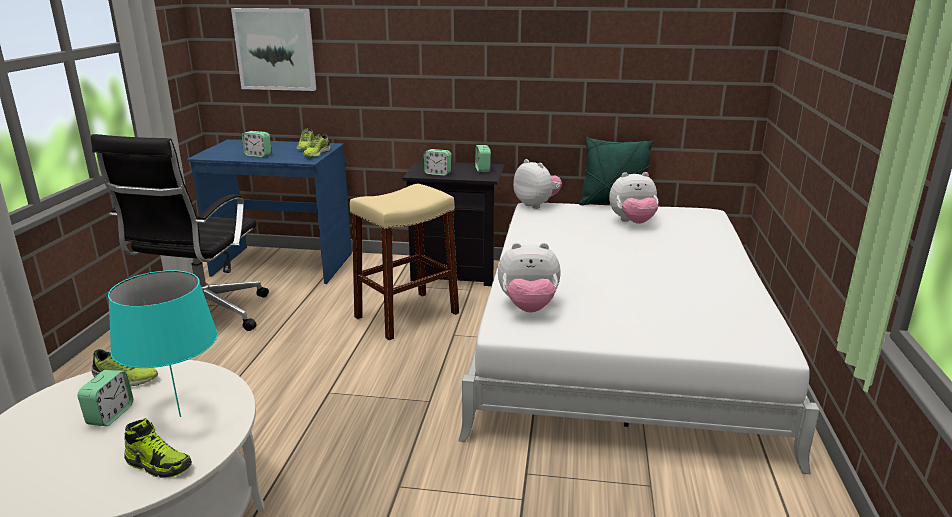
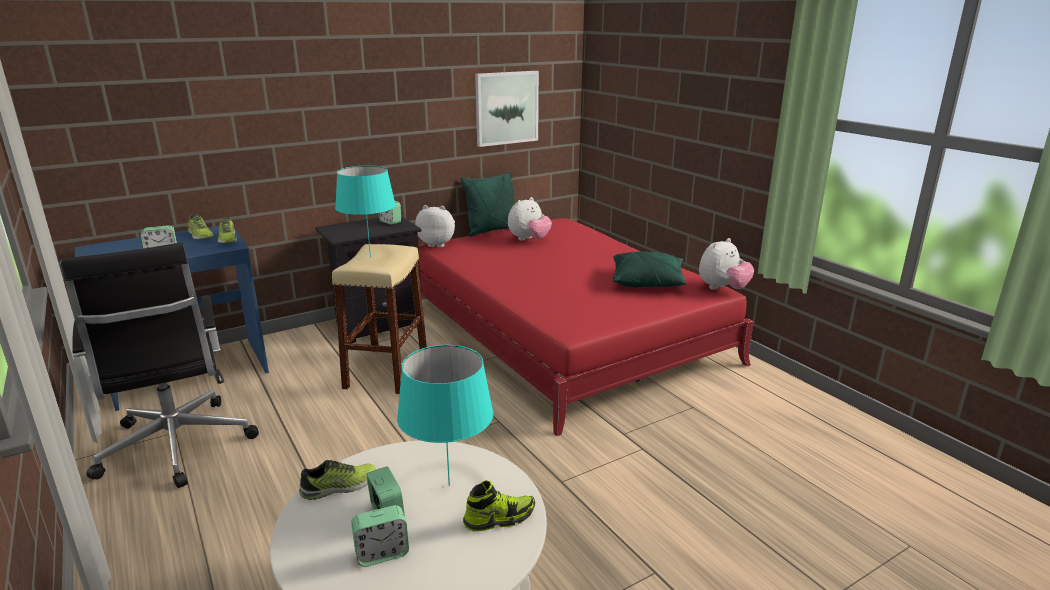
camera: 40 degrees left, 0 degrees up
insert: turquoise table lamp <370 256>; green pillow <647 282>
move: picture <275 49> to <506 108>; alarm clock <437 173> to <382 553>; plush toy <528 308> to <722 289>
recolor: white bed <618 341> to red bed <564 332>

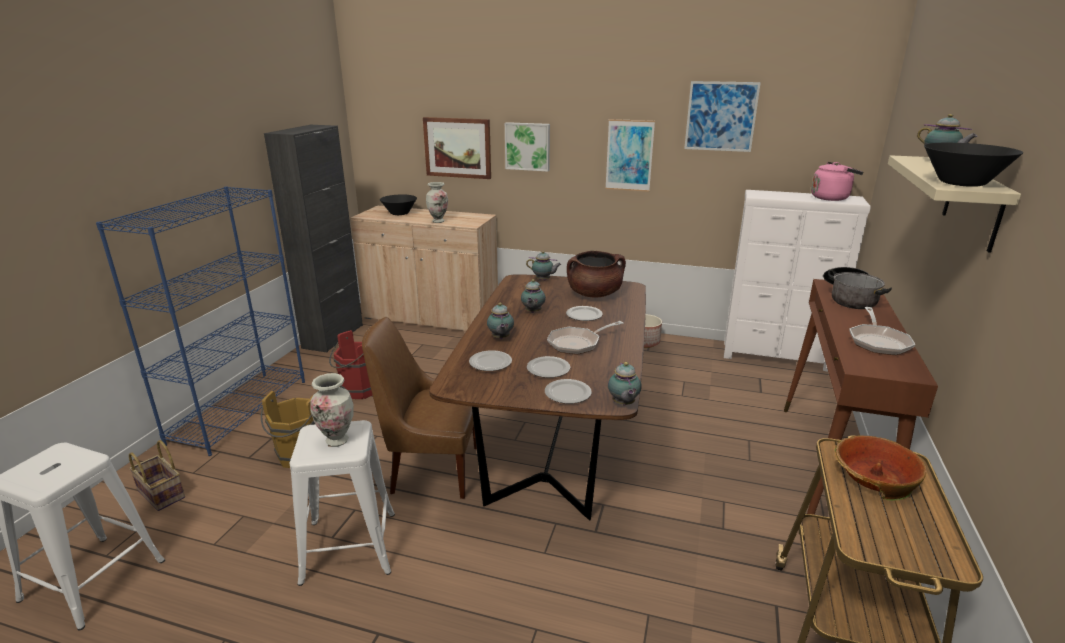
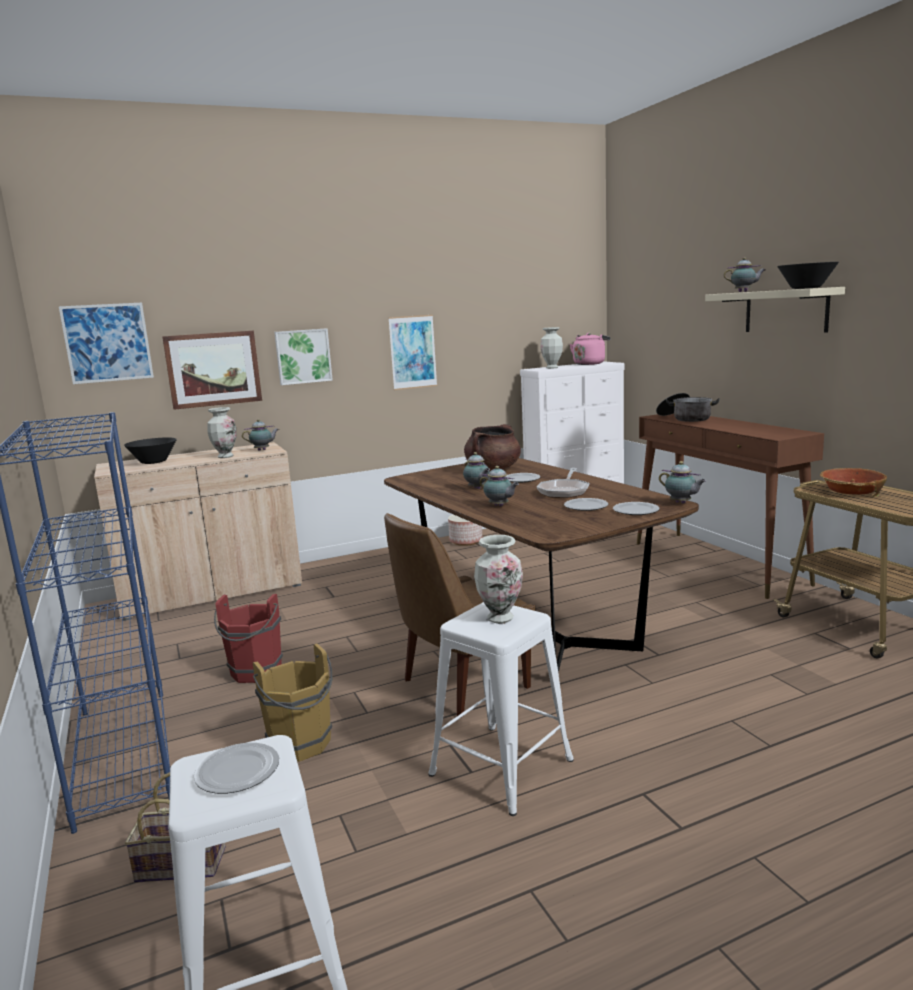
camera: 40 degrees left, 10 degrees down
delete: black cabinet <333 336>; frying pan <878 341>
insert: vase <552 368>
move: plate <491 363> to <238 771>; teapot <543 280> to <263 450>; picture <721 116> to <107 343>

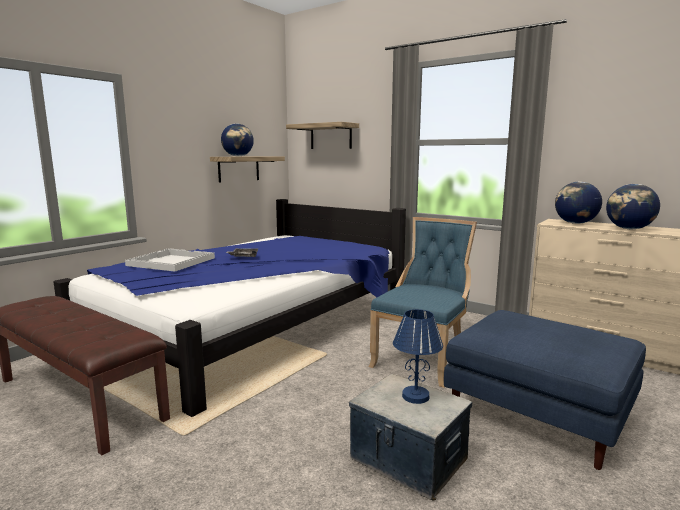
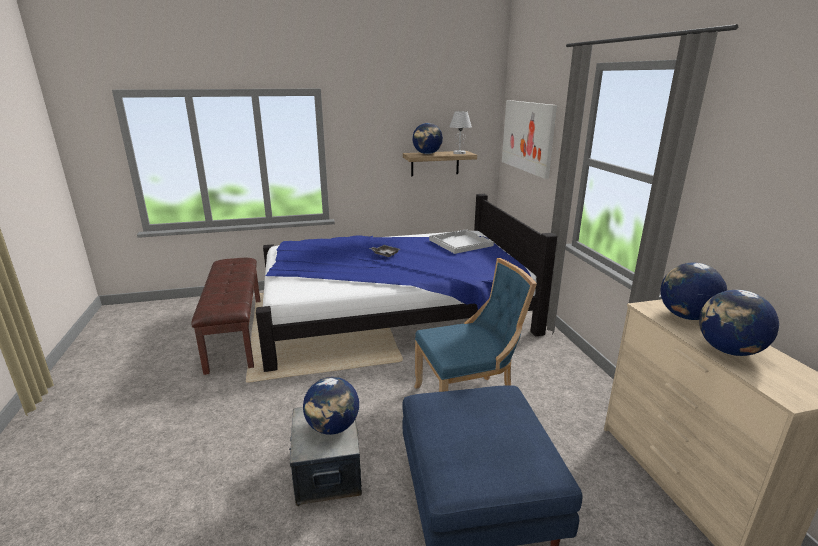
camera: 40 degrees right, 10 degrees up
insert: white table lamp <459 153>
move: white tray <170 262> to <460 243>
replace: shelf <331 136> to picture <528 136>; blue table lamp <416 396> to globe <333 427>

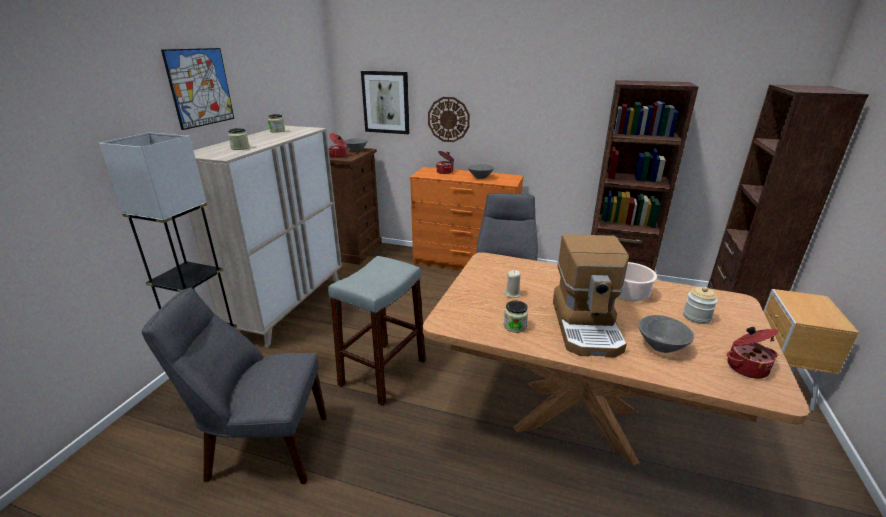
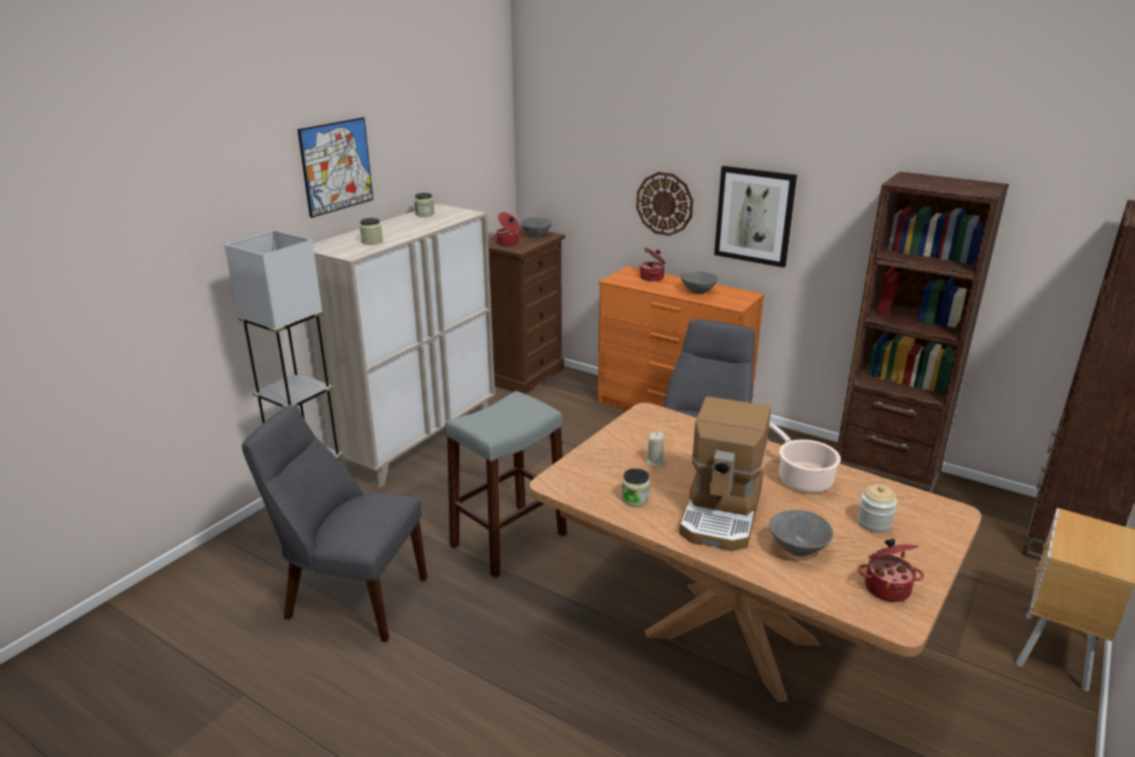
camera: 15 degrees right, 0 degrees up
move: picture <386 102> to <754 216>

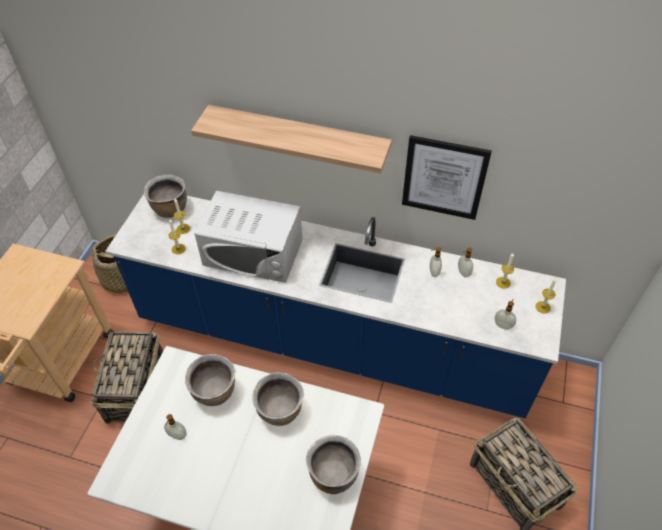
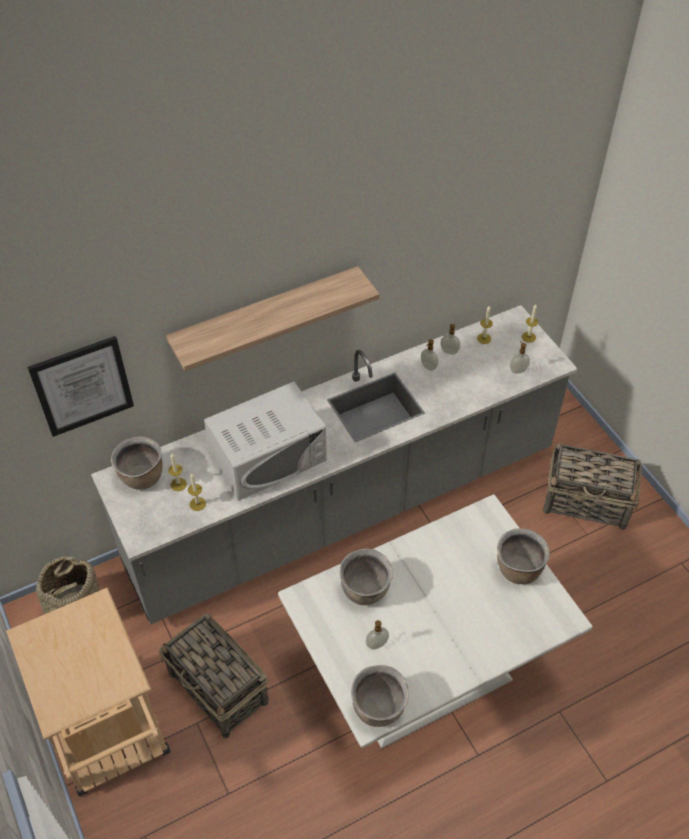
camera: 45 degrees left, 0 degrees up
move: brown cooking pot <280 411> to <379 708>; picture <444 178> to <82 386>
recolor: blue counter <331 343> to grey counter <344 508>

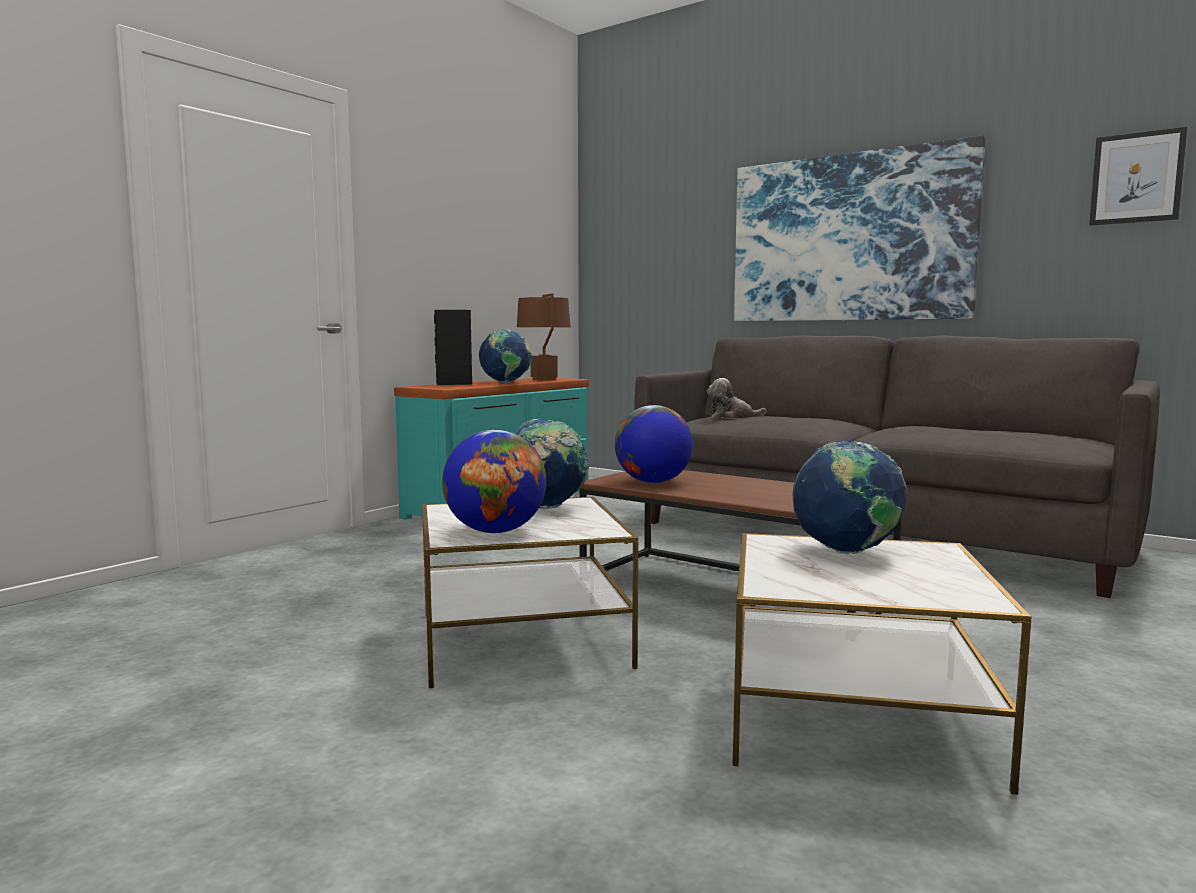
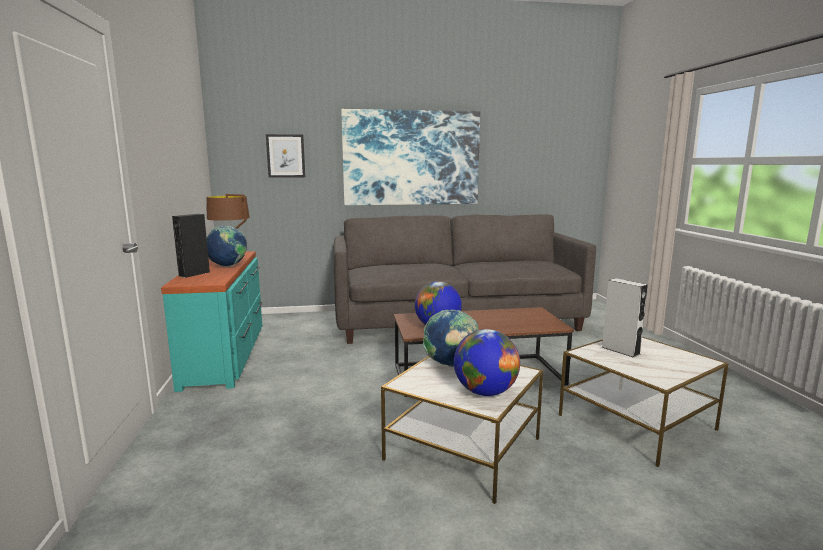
camera: 45 degrees left, 5 degrees up
delete: plush toy <732 417>
move: picture <1136 178> to <286 156>
replace: globe <847 553> to grey speaker <620 350>

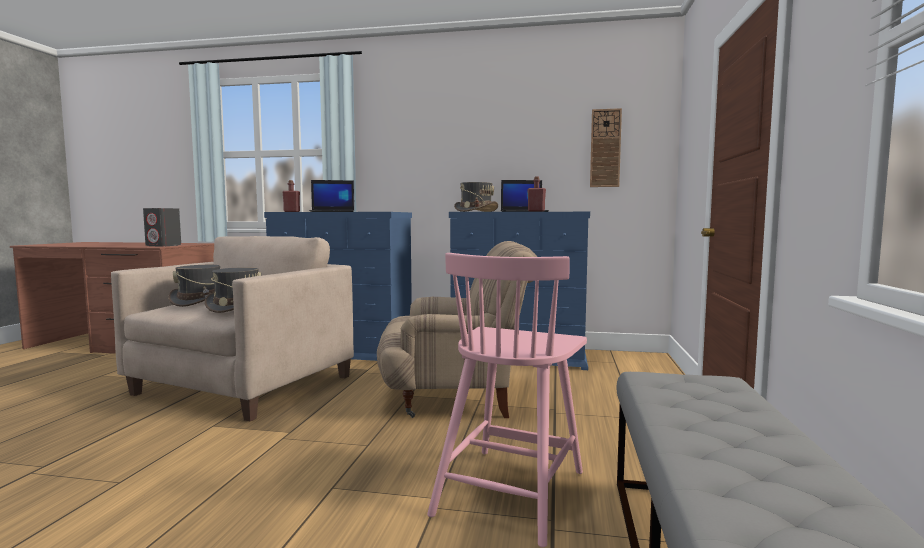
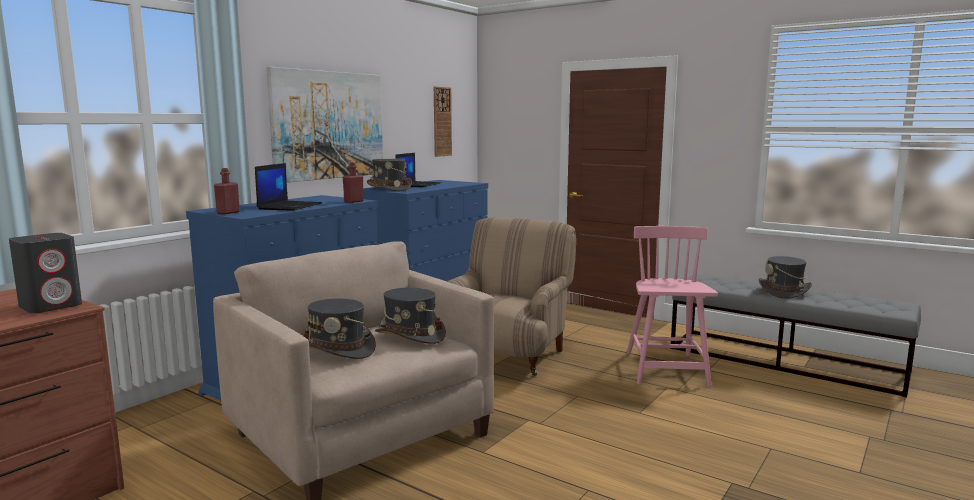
camera: 65 degrees left, 5 degrees up
insert: picture <329 125>; grey hat <784 292>
move: red bottle <536 211> to <353 201>
rotate: pink chair <511 490> = <666 370> 135 degrees counterclockwise

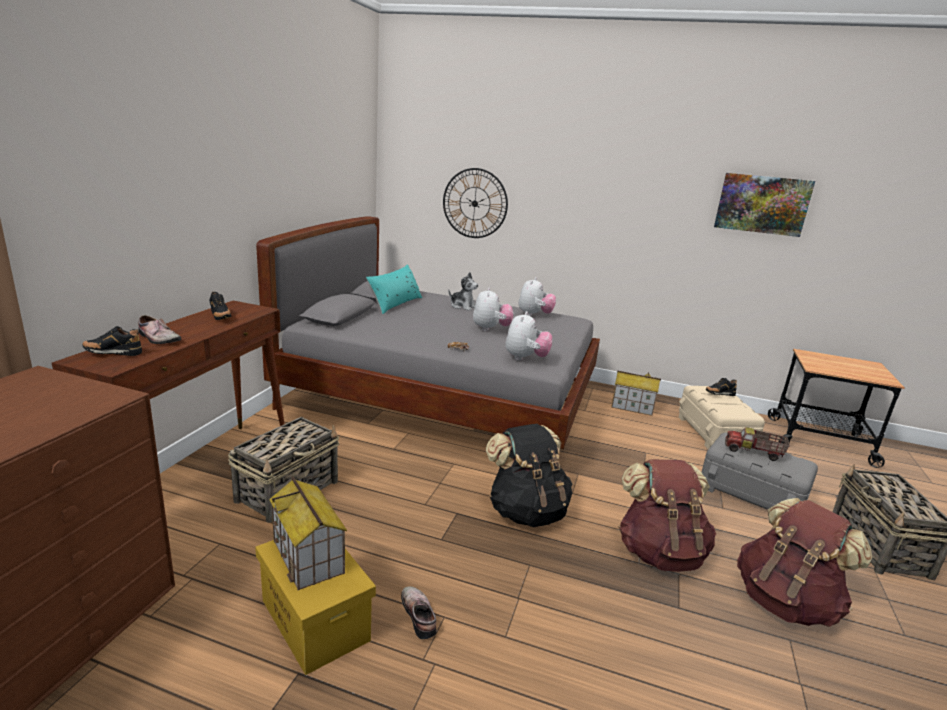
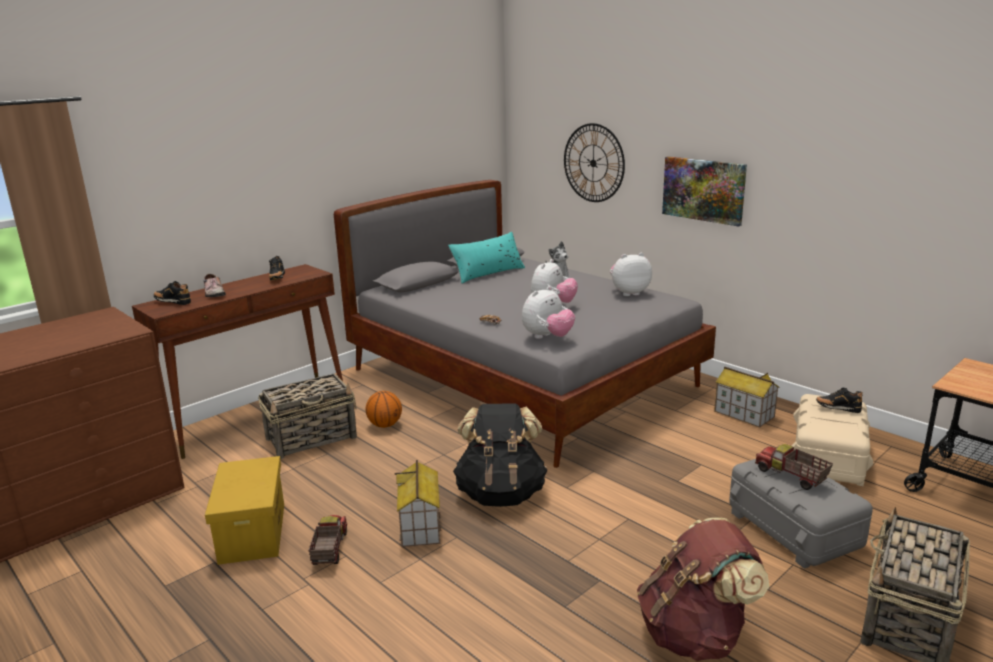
camera: 30 degrees right, 0 degrees up
delete: brown backpack <659 552>
insert: basketball <385 425>
move: toy house <309 557> to <421 526>; picture <762 204> to <703 190>
replace: shoe <420 615> to toy truck <329 549>
rotate: plush toy <534 315> = <629 293> 150 degrees counterclockwise

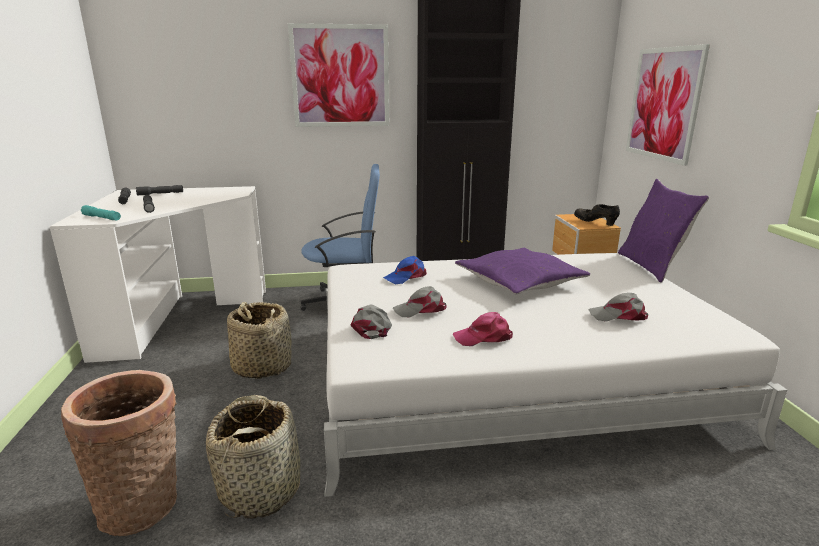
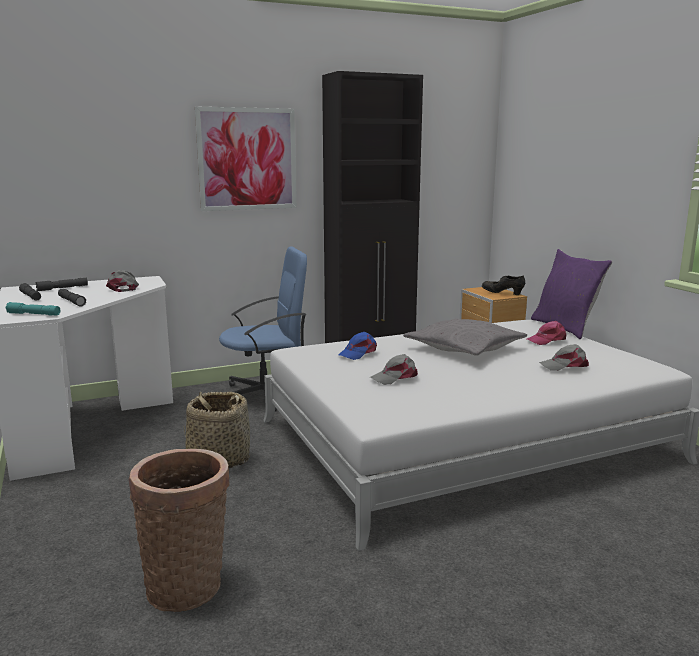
camera: 15 degrees left, 5 degrees down
delete: basket <261 489>; picture <664 104>
move: grey cap <372 327> to <123 288>; pink cap <484 337> to <547 340>
recolor: purple pillow <519 282> to grey pillow <464 348>

